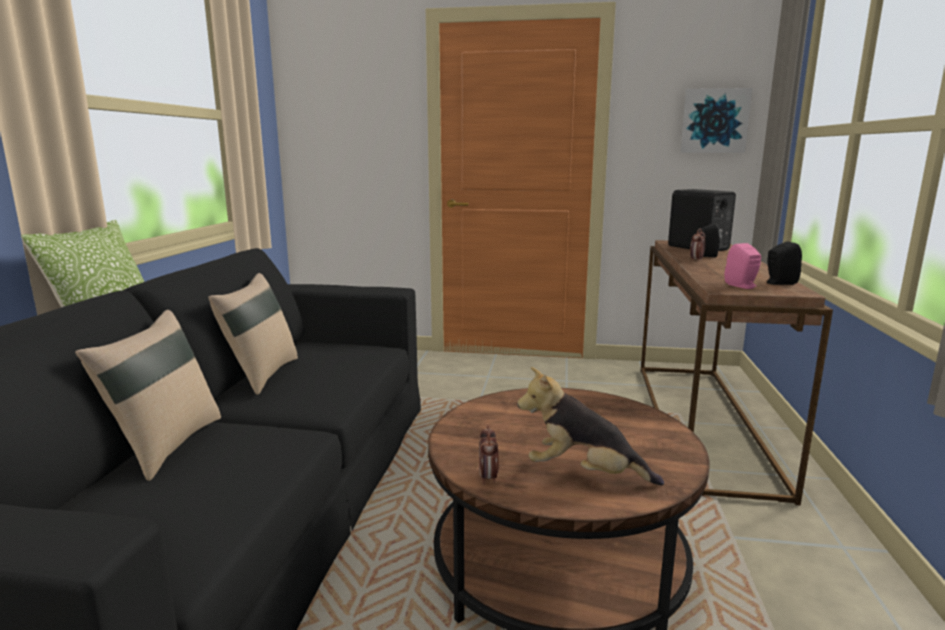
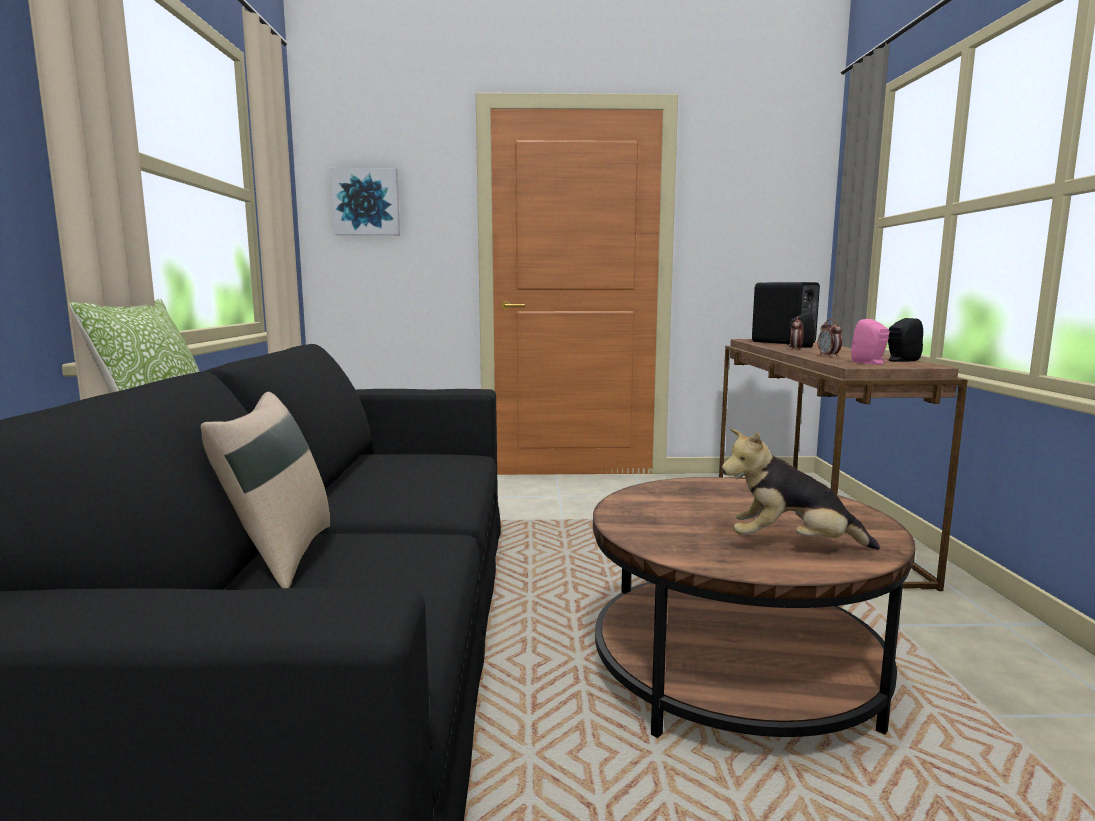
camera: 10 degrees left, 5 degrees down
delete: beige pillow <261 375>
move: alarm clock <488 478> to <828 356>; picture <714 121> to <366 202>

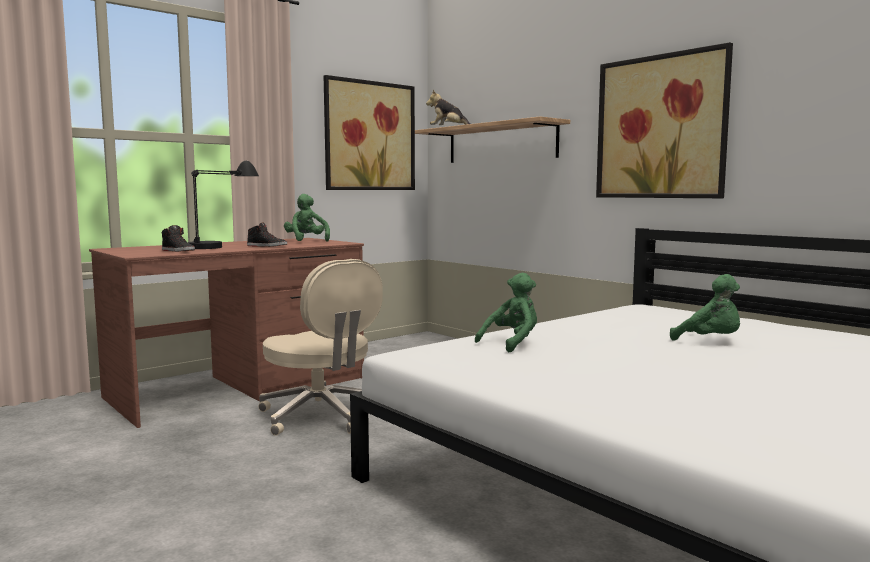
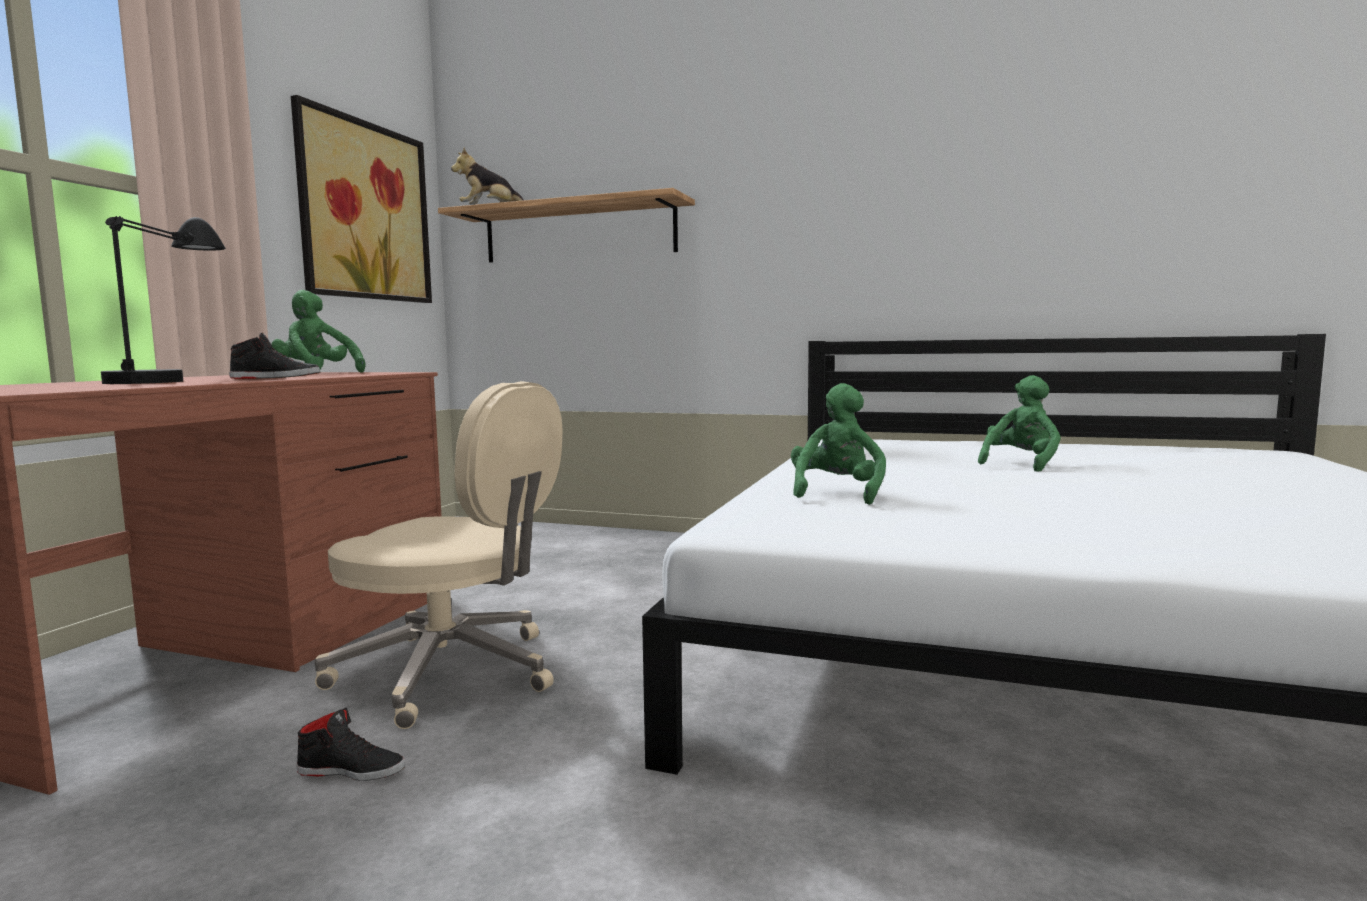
camera: 30 degrees left, 0 degrees up
delete: picture <660 127>
move: black shoe <178 251> to <352 770>
rotate: green plush toy <710 341> = <1021 464> 60 degrees counterclockwise

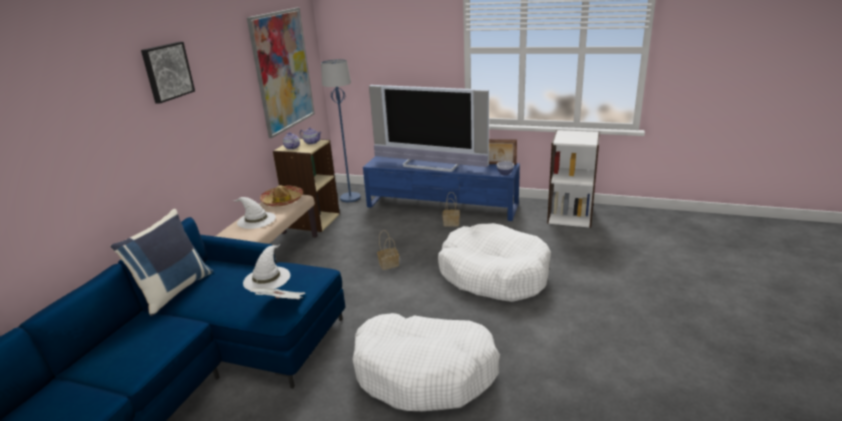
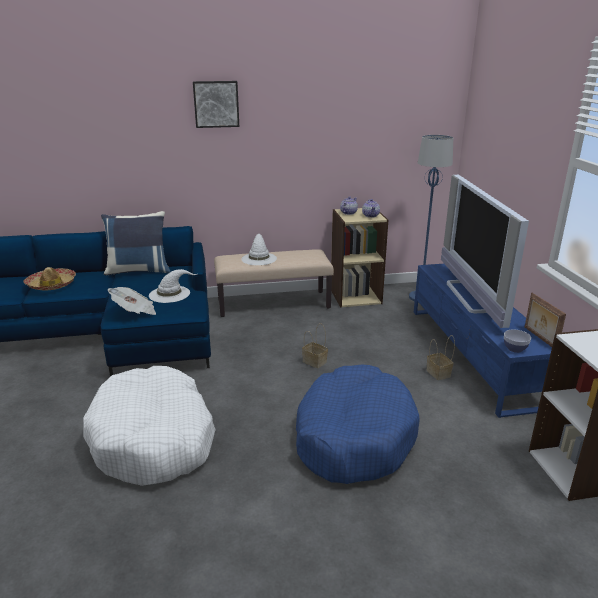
camera: 60 degrees right, 0 degrees up
delete: picture <283 71>
move: hat <282 201> to <51 285>
recolor: white dog bed <493 274> to blue dog bed <353 436>

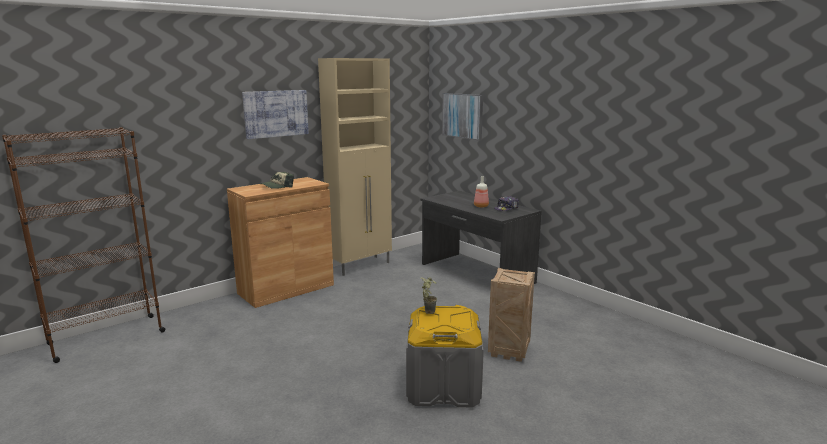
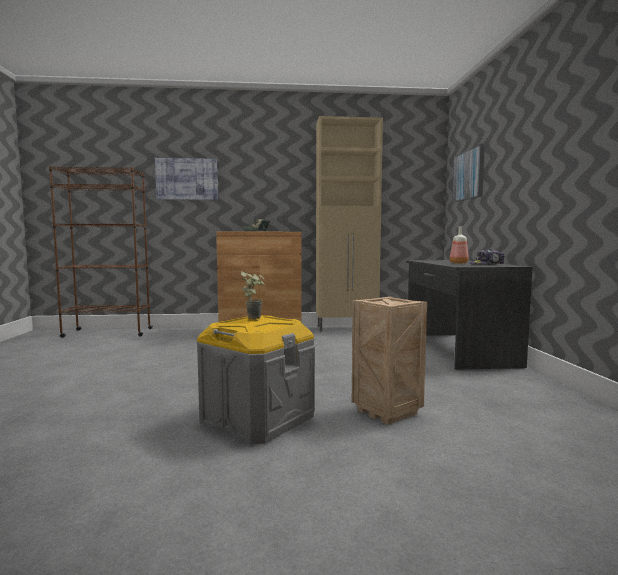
camera: 35 degrees right, 10 degrees down
move: picture <276 113> to <187 179>

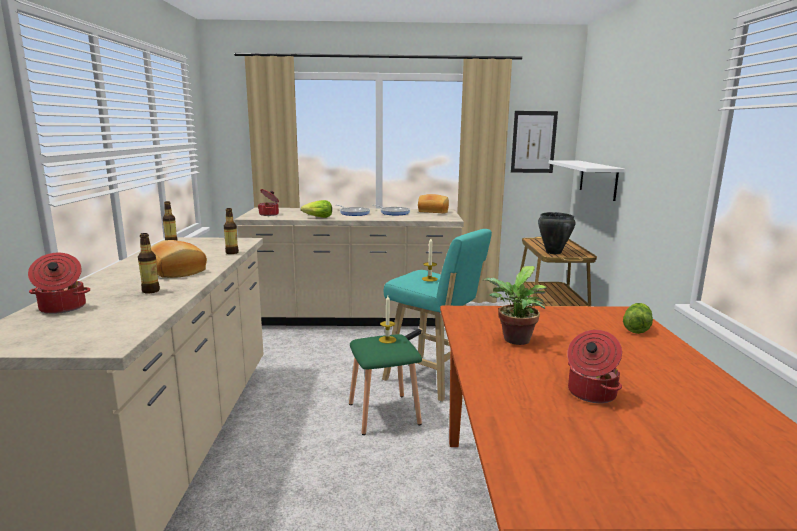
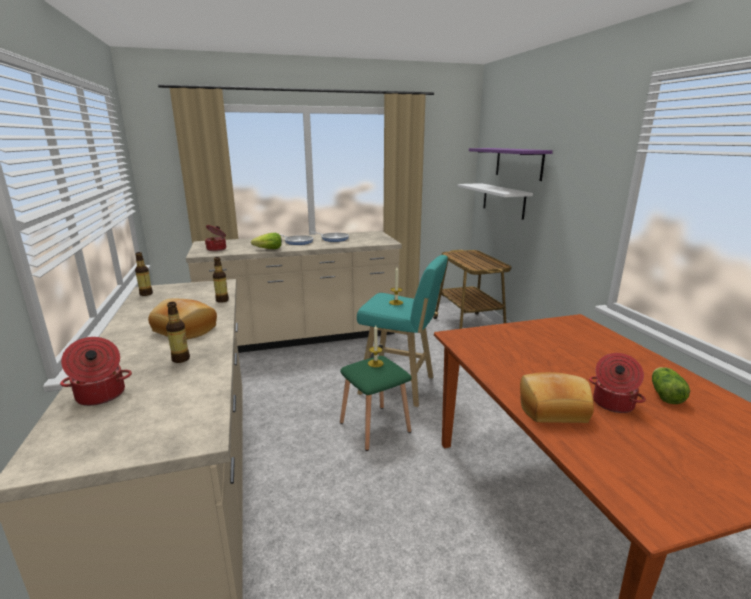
camera: 15 degrees left, 5 degrees up
delete: potted plant <514 340>; picture <533 142>; black cooking pot <553 252>
insert: purple shelf <518 163>
move: bread <433 211> to <552 408>; lettuce <637 327> to <664 394>

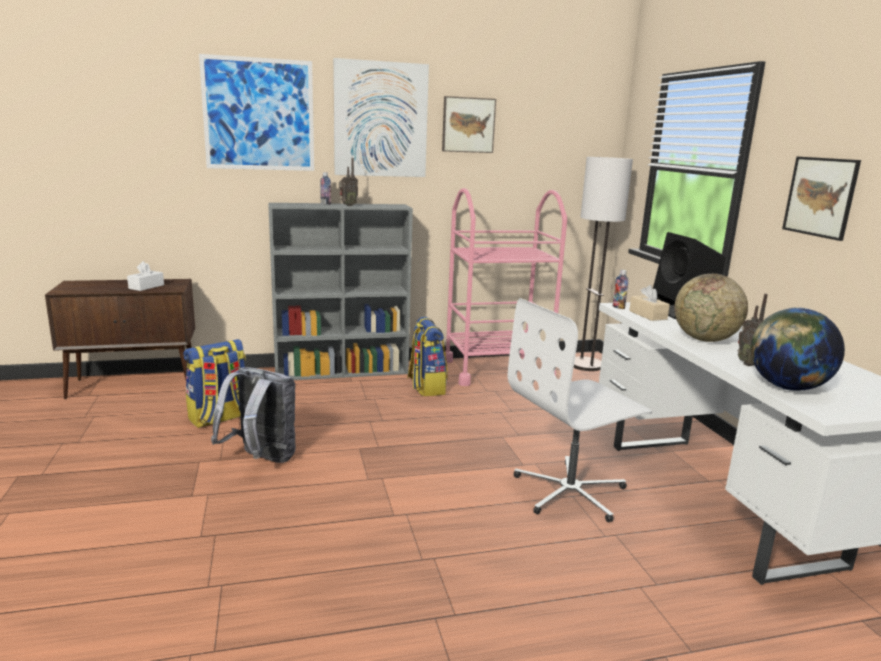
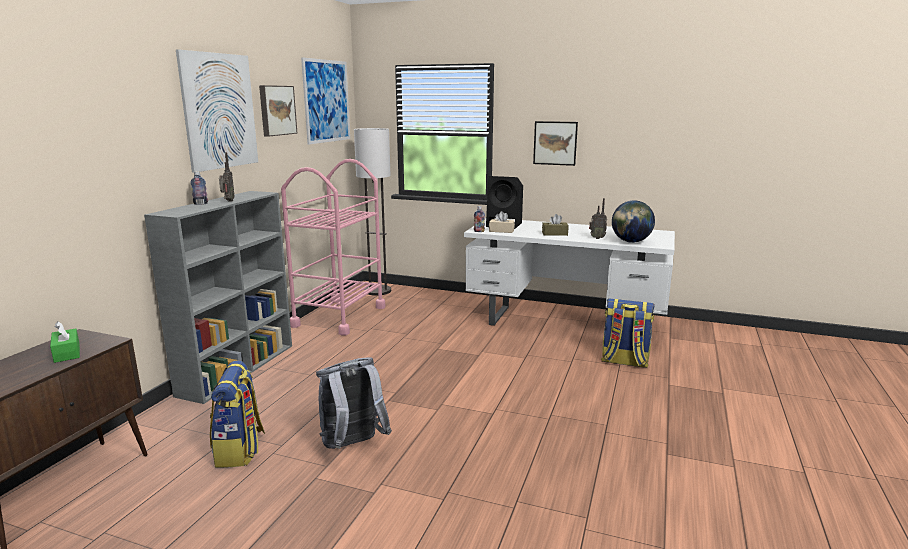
camera: 55 degrees left, 0 degrees up
delete: white office chair <571 492>
move: picture <259 114> to <326 101>; backpack <426 387> to <624 361>
replace: globe <705 339> to brown tissue box <554 234>
recolor: white tissue box <146 287> to green tissue box <67 353>

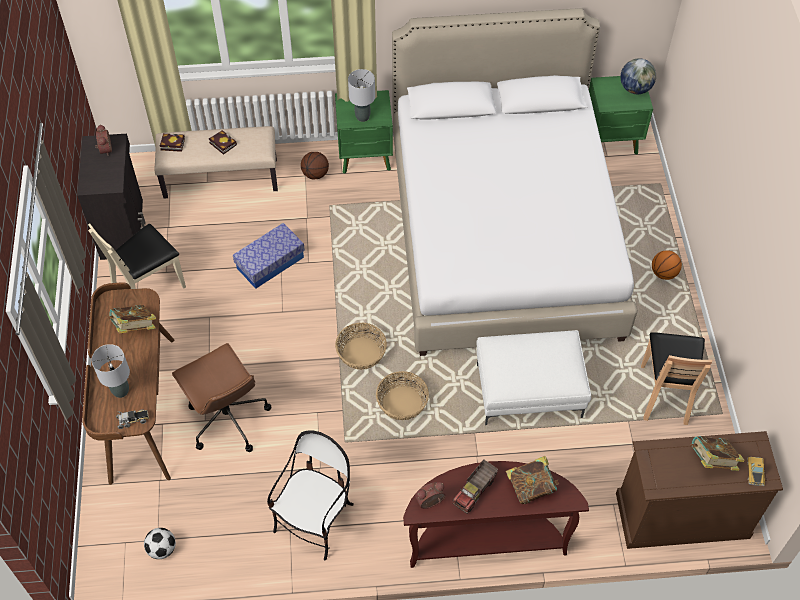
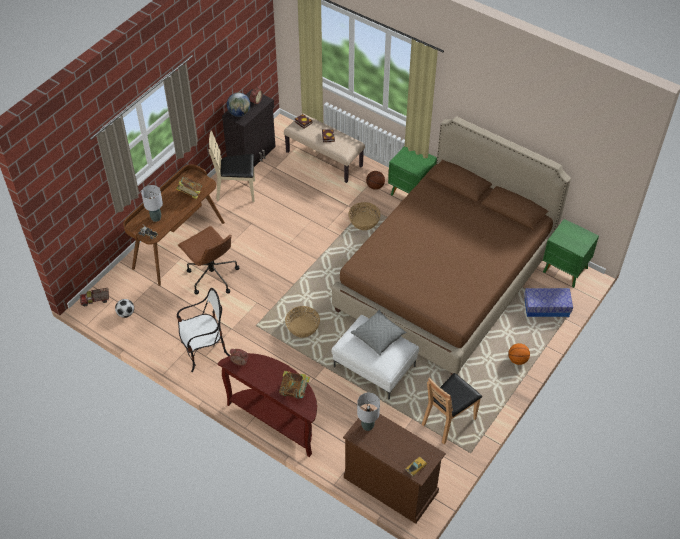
camera: 40 degrees right, 5 degrees down
delete: book <712 461>
insert: grey pillow <378 336>
move: storage box <270 263> to <546 308>; basket <361 353> to <364 221>; grey table lamp <362 117> to <367 426>; toy truck <475 491> to <95 300>; globe <635 88> to <239 113>
recolor: white bed <502 234> to brown bed <445 280>
rotate: brown office chair <227 418> = <212 276> 45 degrees counterclockwise

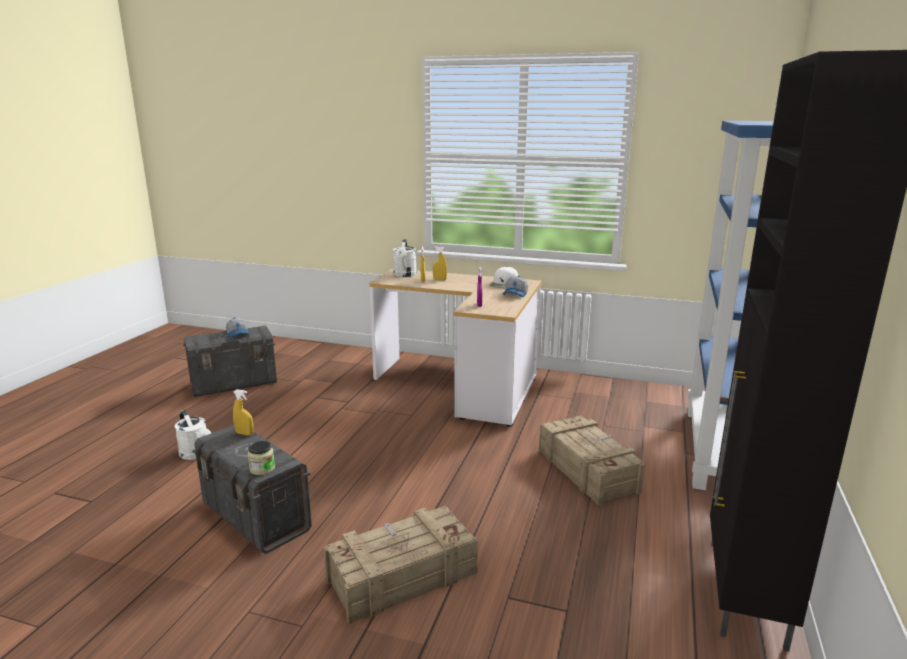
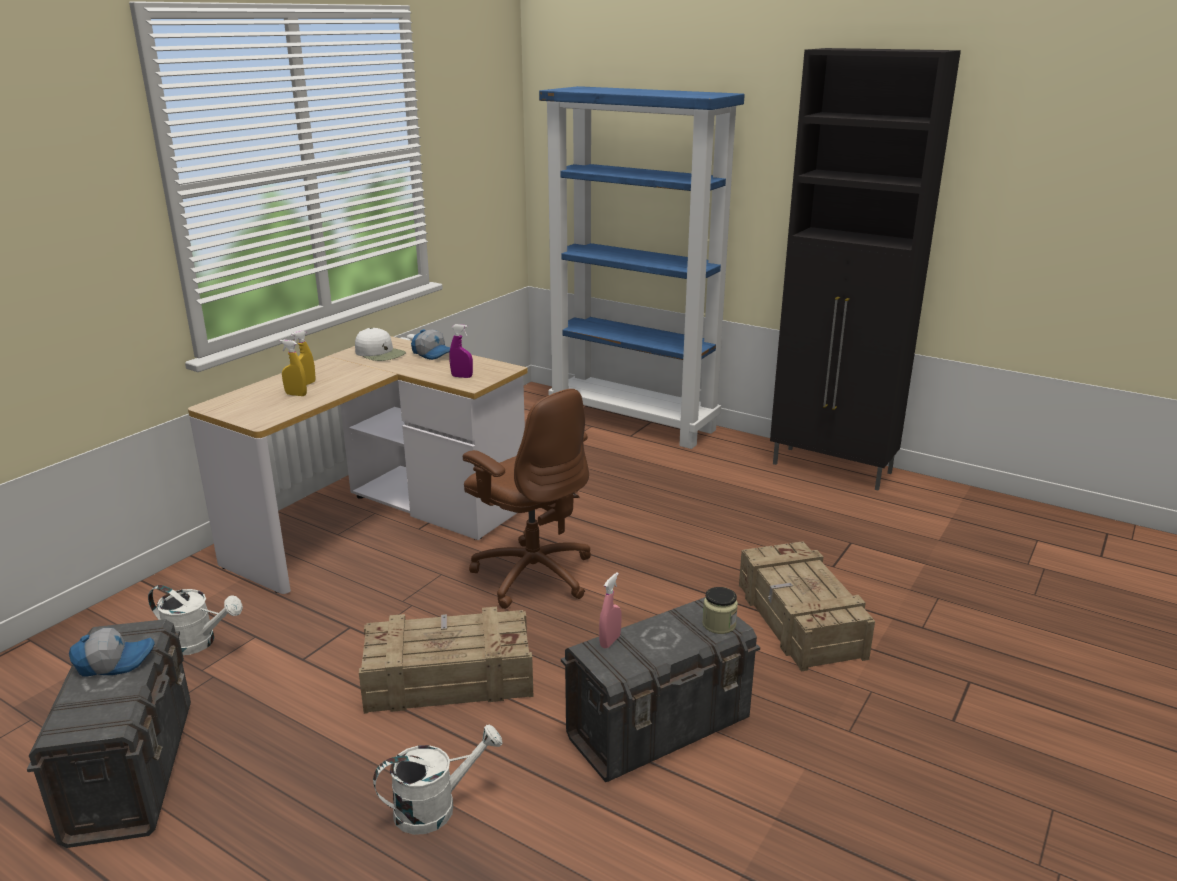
camera: 75 degrees left, 5 degrees up
insert: brown office chair <532 574>
move: white watering can <405 275> to <199 643>; crate <587 470> to <447 679>
recolor: yellow spray bottle <244 433> to pink spray bottle <610 641>

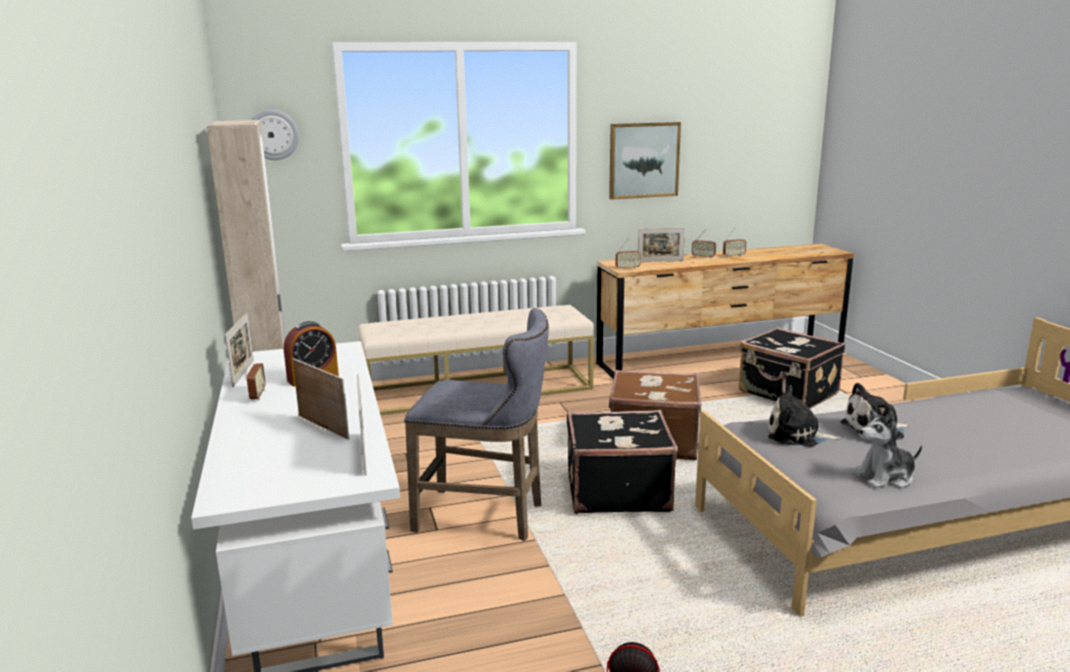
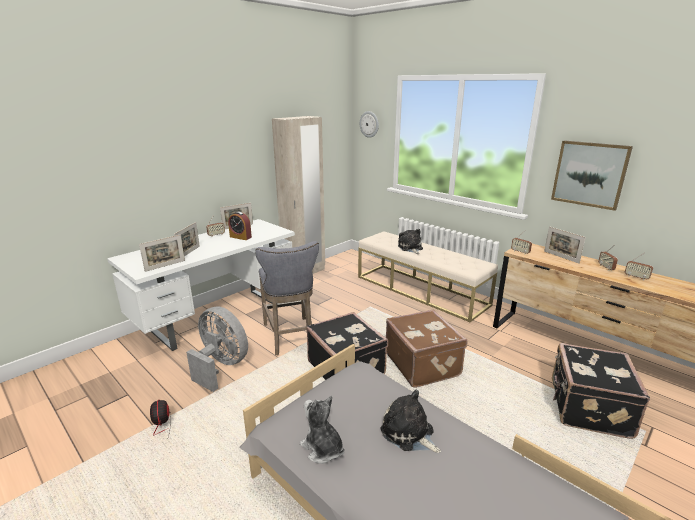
camera: 60 degrees right, 5 degrees up
insert: grey fan <221 366>
move: plush toy <797 435> to <410 248>

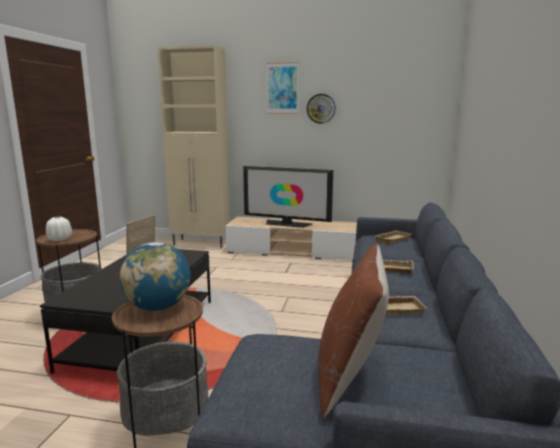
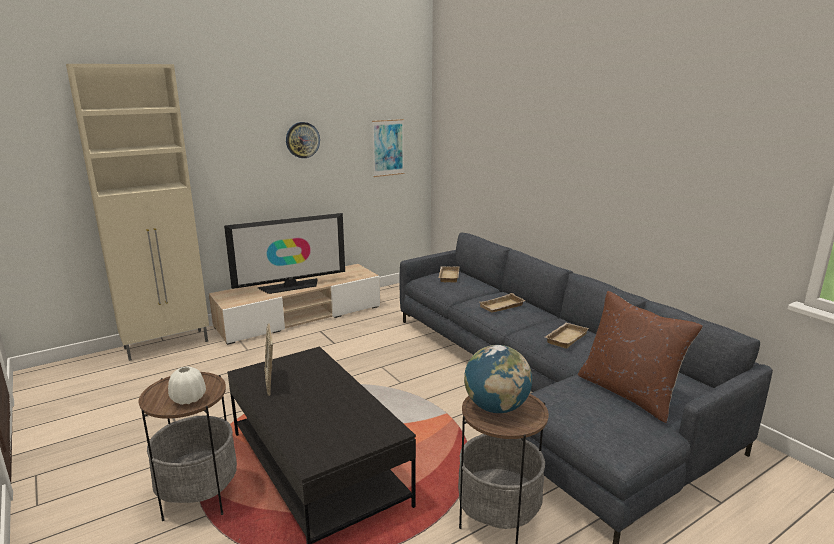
camera: 45 degrees left, 5 degrees up
move: picture <282 88> to <388 148>

